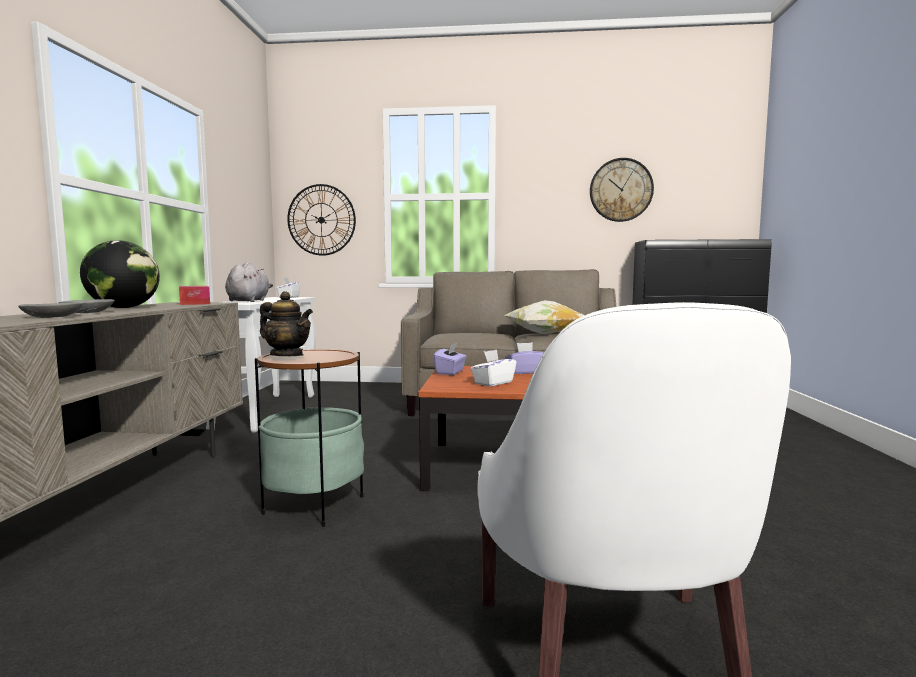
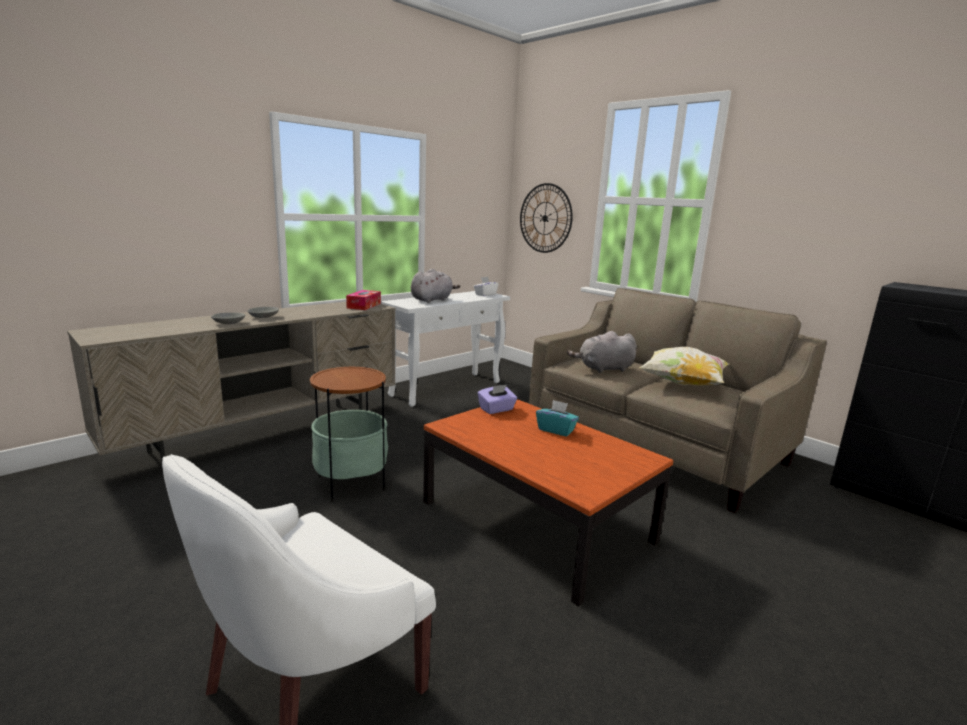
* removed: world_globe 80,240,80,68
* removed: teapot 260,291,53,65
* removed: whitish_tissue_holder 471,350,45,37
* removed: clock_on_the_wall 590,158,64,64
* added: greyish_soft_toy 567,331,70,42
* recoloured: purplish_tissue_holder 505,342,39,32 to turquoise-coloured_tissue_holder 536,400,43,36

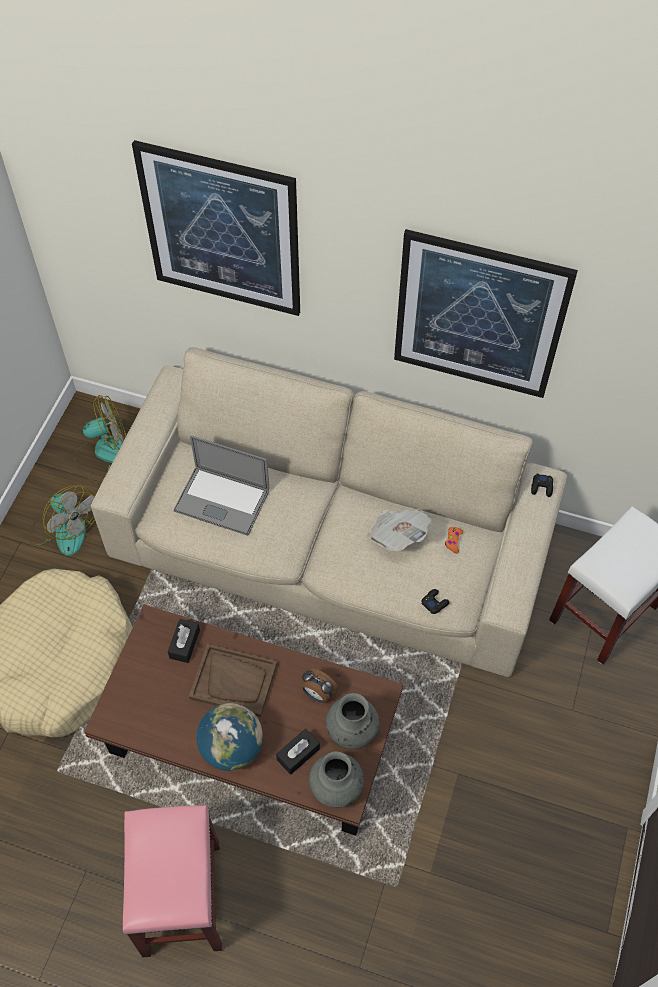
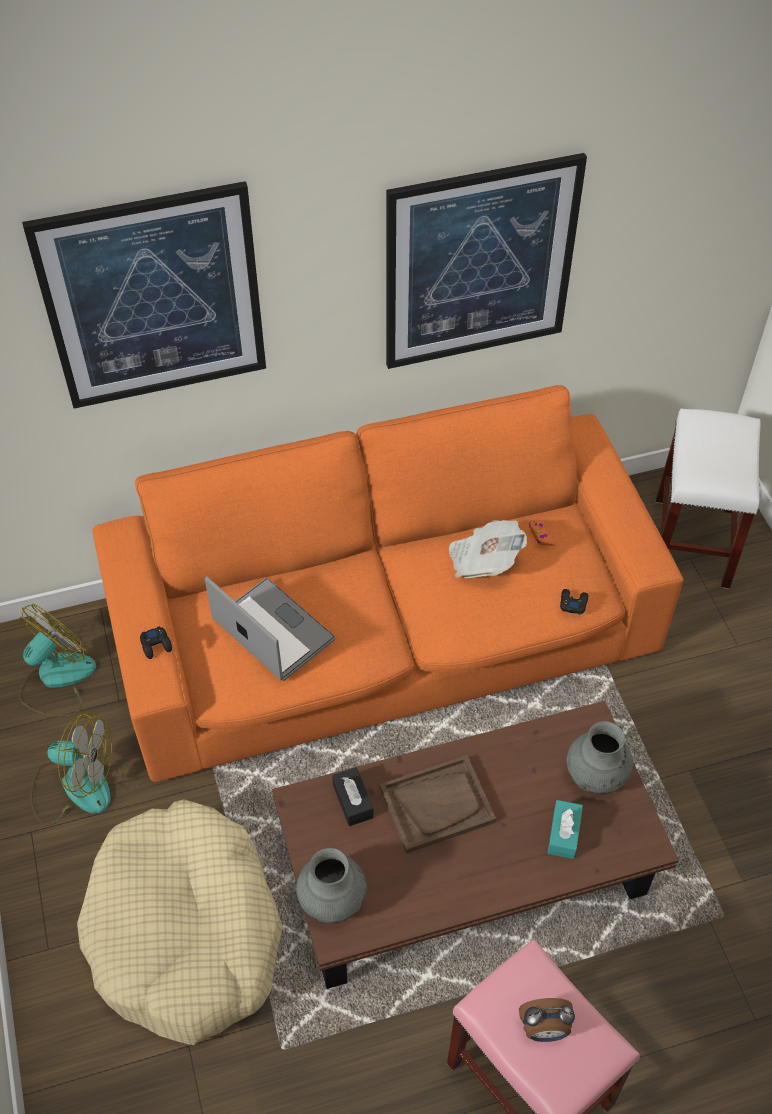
* removed: world_globe 197,703,66,68
* moved: bedside_clock 301,668,38,35 to 519,998,56,44
* moved: greyish_vase 309,751,55,57 to 296,848,71,75
* moved: blackish_joypad 531,474,22,23 to 140,626,32,33
* recoloured: beige_couch 91,347,476,330 to orangey_couch 92,385,592,397
* recoloured: blackish_tissue_holder 276,728,44,47 to turquoise-coloured_tissue_holder 548,800,35,59
* turned: portable_computer 174,435,95,101 = 205,576,131,105 120 degrees counterclockwise

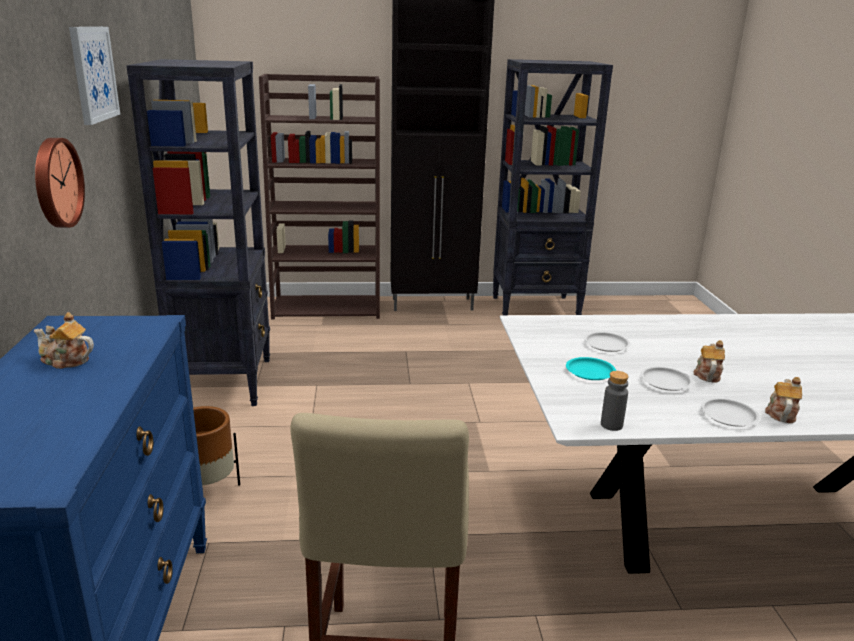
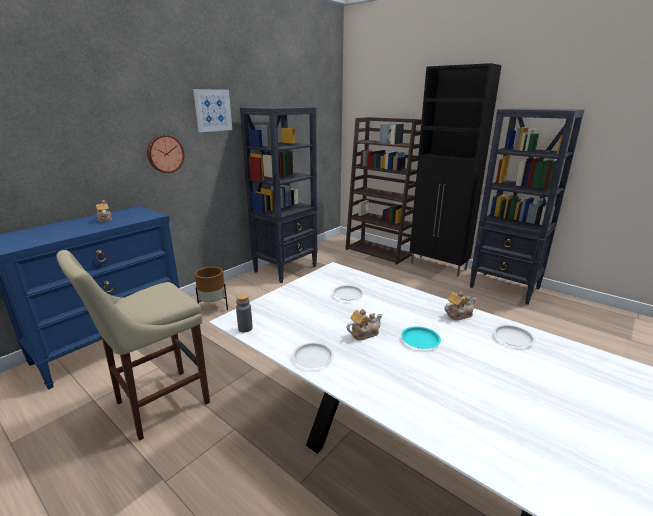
* moved: turquoise-coloured_dinner_plate 566,357,50,23 to 401,326,40,23
* moved: whitish_dinner_plate 640,367,53,24 to 493,325,42,22
* moved: teapot 765,377,37,46 to 444,291,33,29

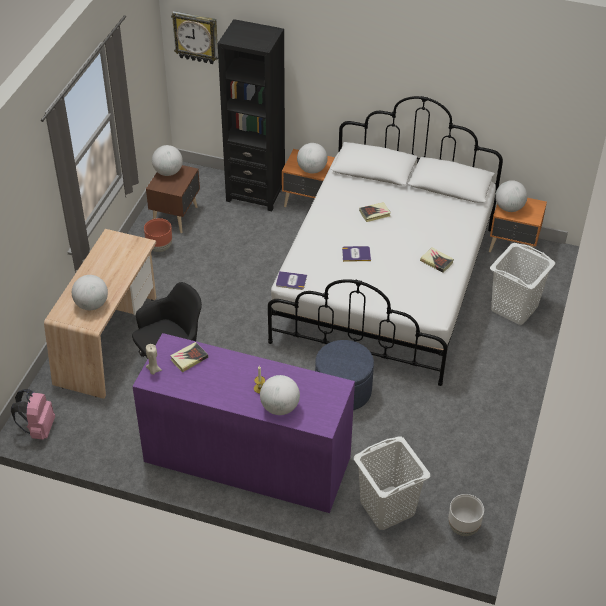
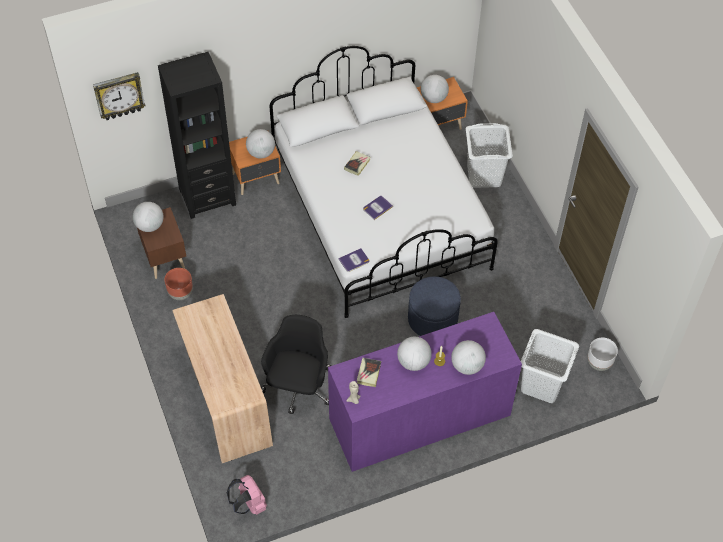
* removed: book 420,247,34,26
* moved: world_globe 72,275,36,35 to 397,337,35,34

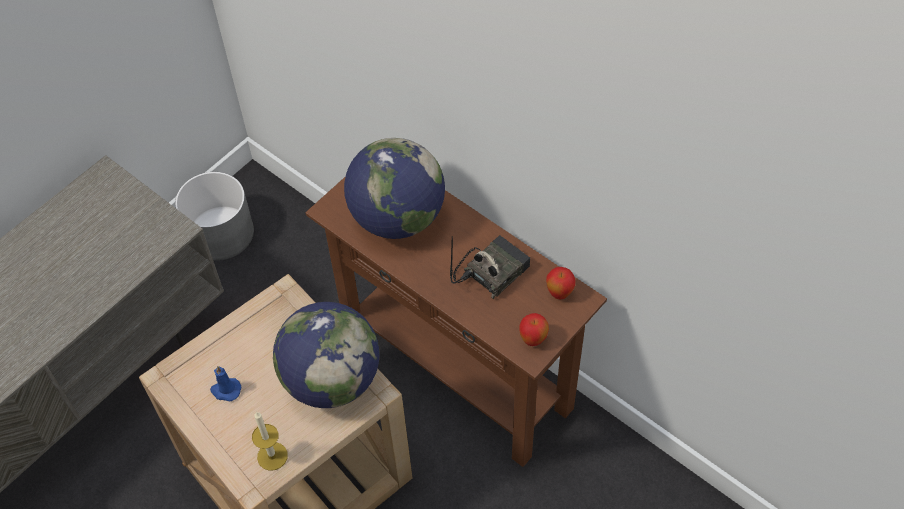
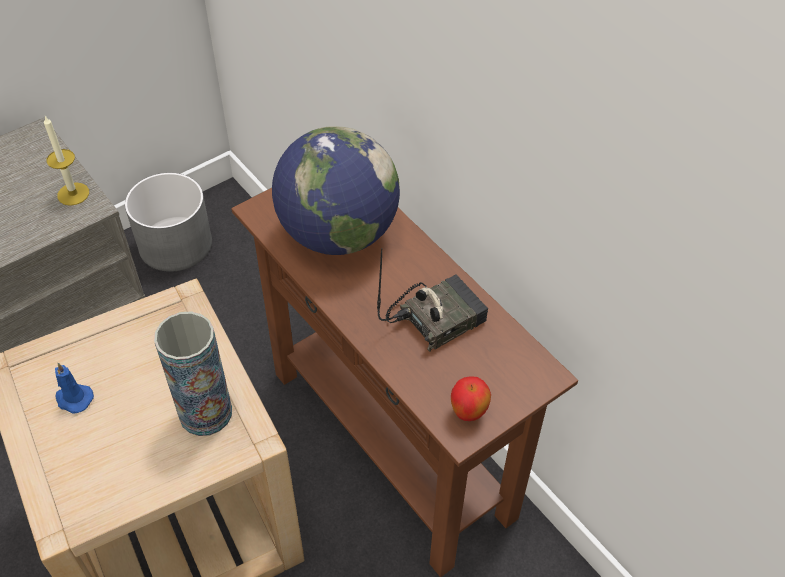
* removed: whole_apple 546,267,30,32
* moved: candle 252,412,36,59 to 44,116,45,90
* replaced: world_globe 273,302,106,106 to vase 154,311,78,125

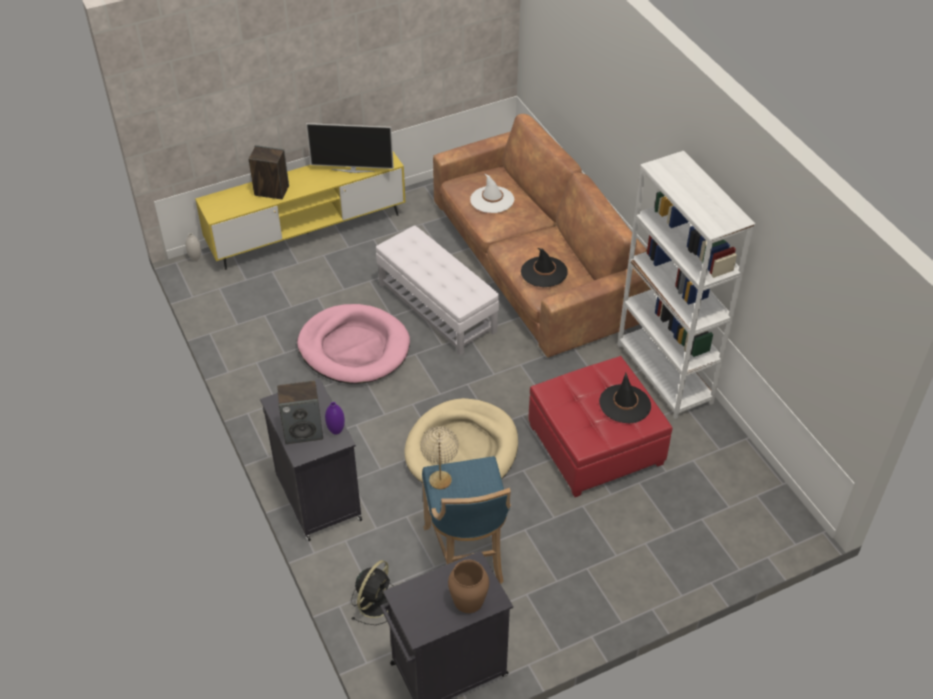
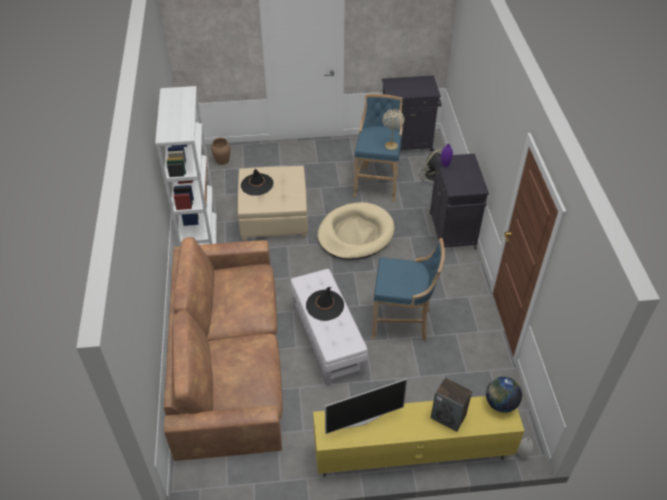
* removed: audio_speaker 277,380,46,64
* removed: whitish_clothing_hat 470,174,44,39
* added: world_globe 486,377,36,36
* moved: brownish_vase 448,560,41,53 to 211,138,19,27
* moved: blackish_clothing_hat 521,248,47,39 to 306,287,38,34
* replaced: pink_dog_bed 297,304,113,80 to blue_stool 371,238,74,103
* recoloured: reddish_footrest 528,356,145,141 to beige_footrest 238,166,70,75
* turned: TV_set 306,123,88,50 = 325,379,83,55 135 degrees clockwise

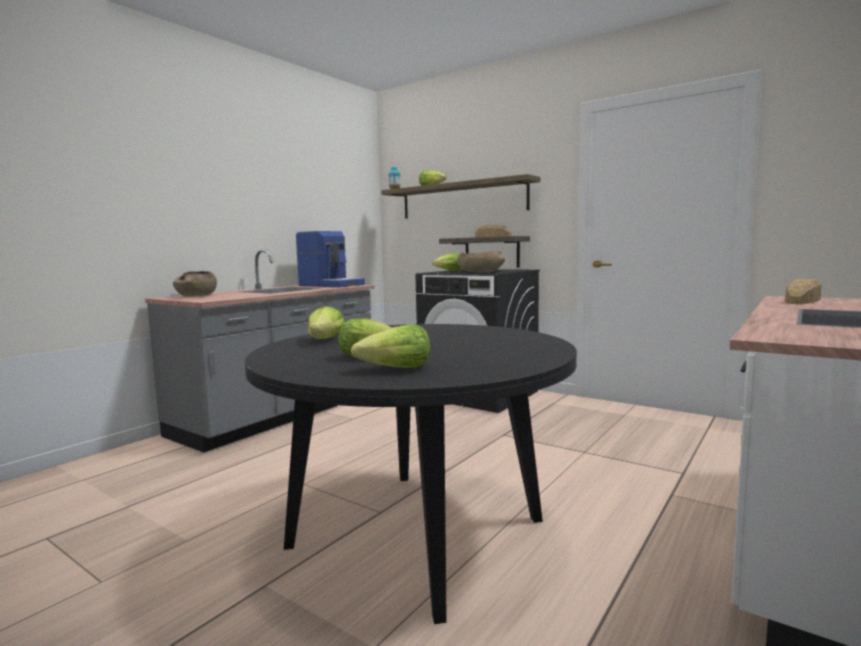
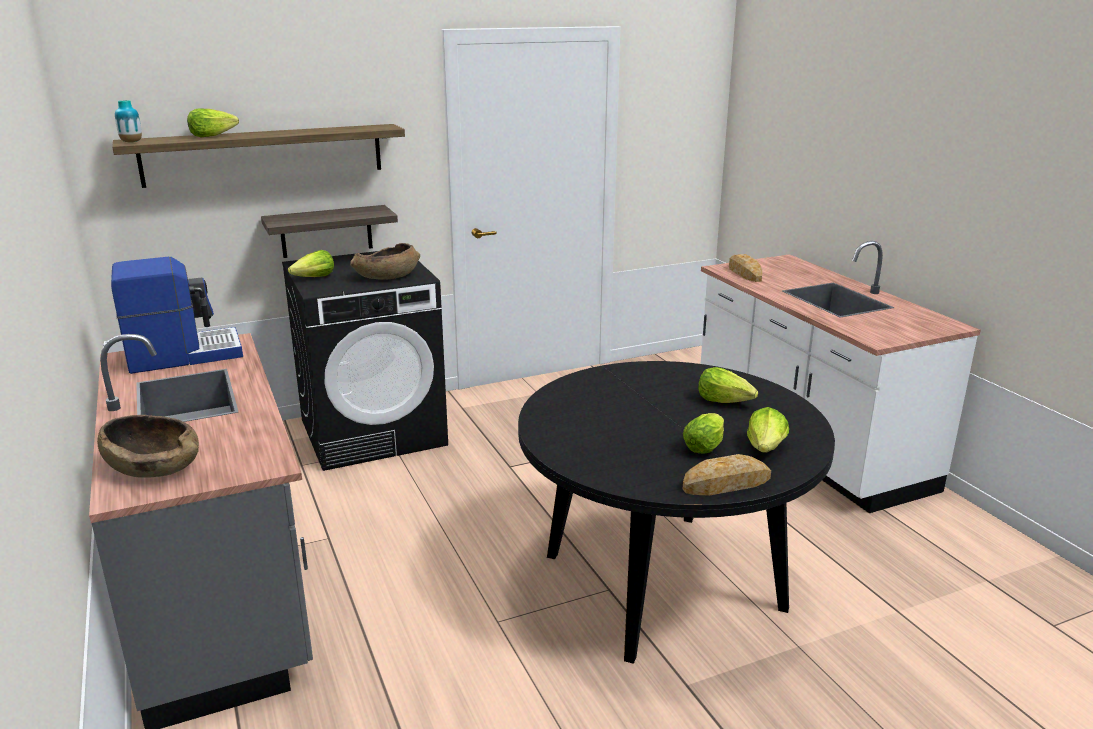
* moved: lettuce_head 308,306,37,33 to 698,367,60,36
* moved: bakery_bread 475,225,36,12 to 682,454,89,42

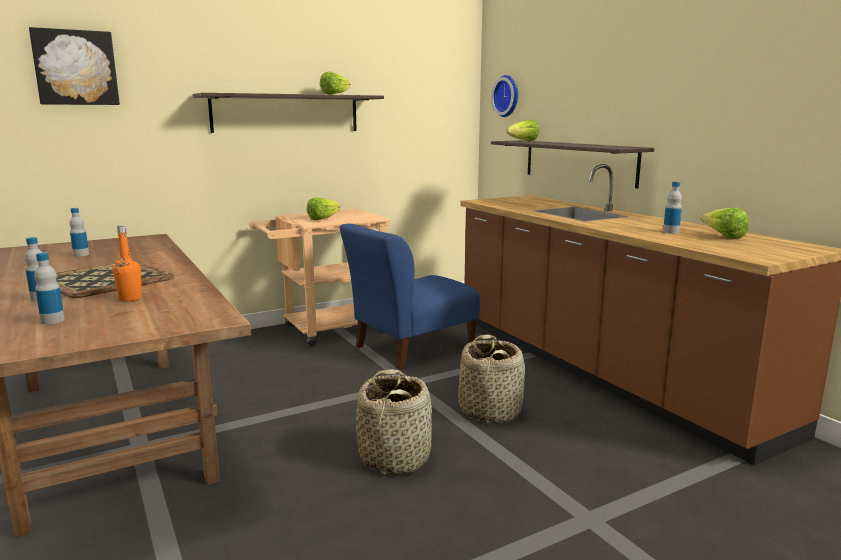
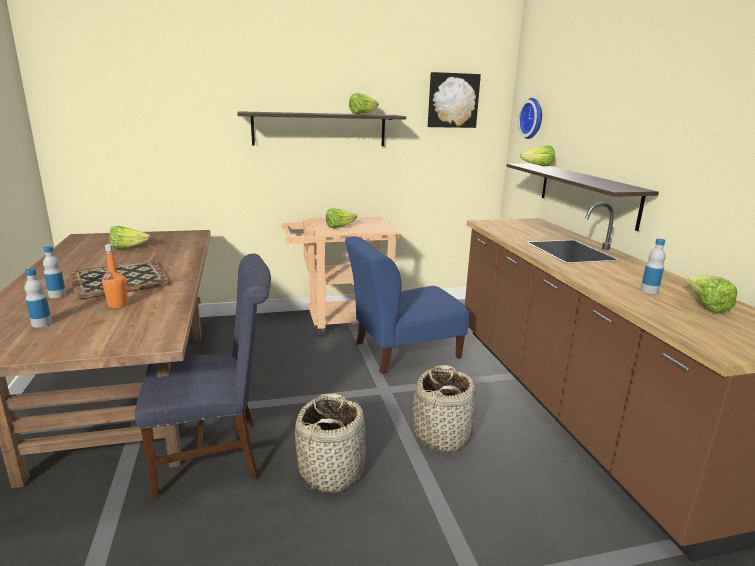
* added: blue_upright_chair 135,253,136,246
* moved: picture 29,27,91,78 to 428,72,53,56
* replaced: bottle 69,208,20,49 to lettuce_head 109,226,42,23

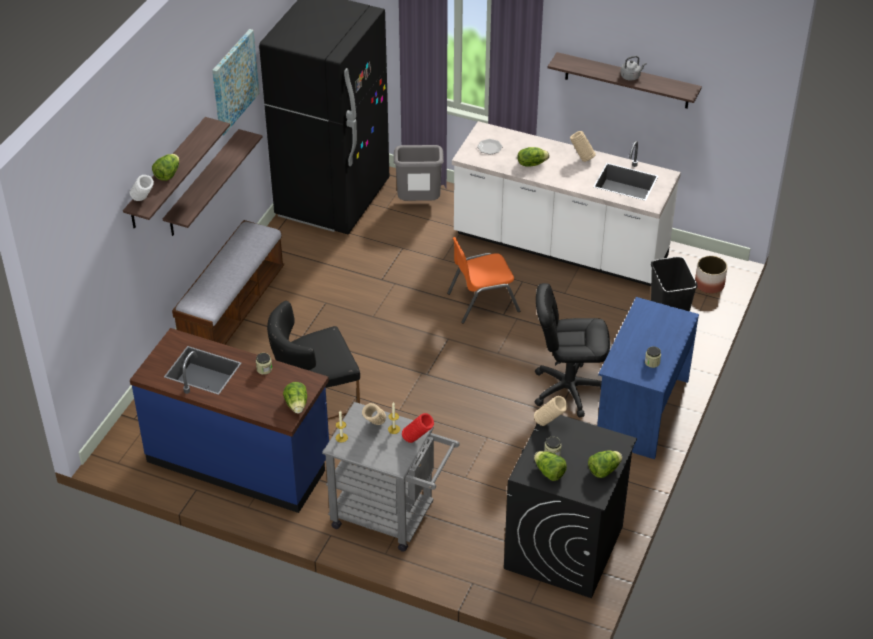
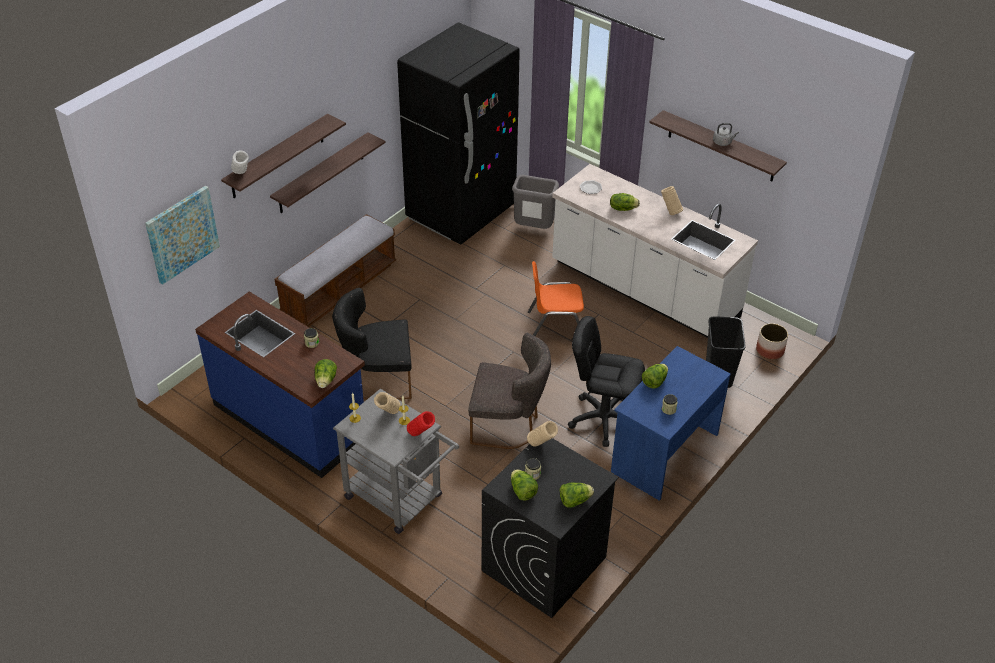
* added: greyish_upright_chair 468,333,83,116
* moved: lettuce_head 152,154,27,27 to 642,364,26,24
* moved: picture 212,29,47,107 to 145,186,75,99

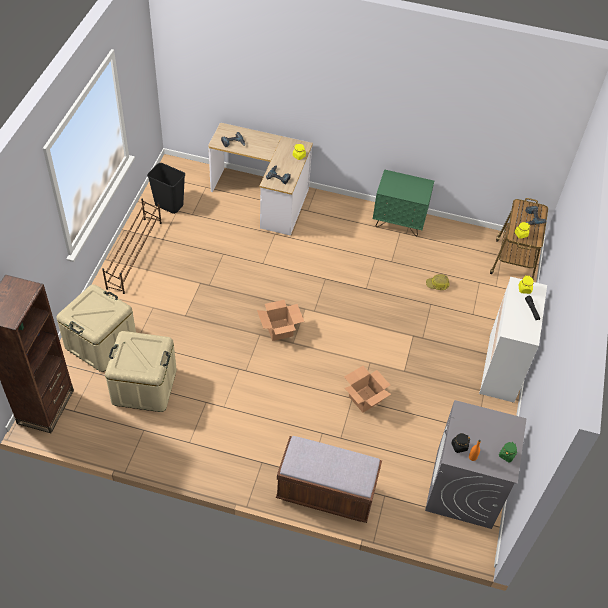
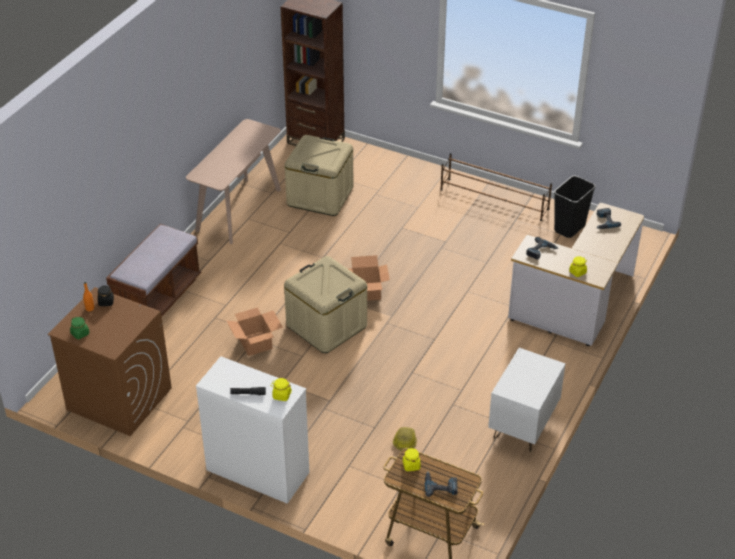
* added: beige_console_table 186,119,95,125
* moved: beige_storage_bin 57,284,79,88 to 284,256,83,97
* recoloured: greenish_night_table 373,169,61,67 to whitish_night_table 488,348,77,104
* recoloured: greyish_laundry_machine 425,400,102,129 to brownish_laundry_machine 48,287,124,149

